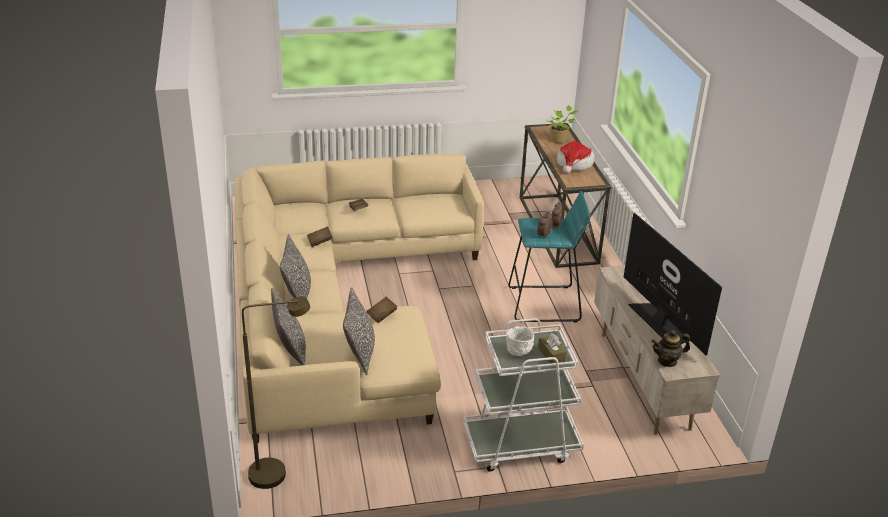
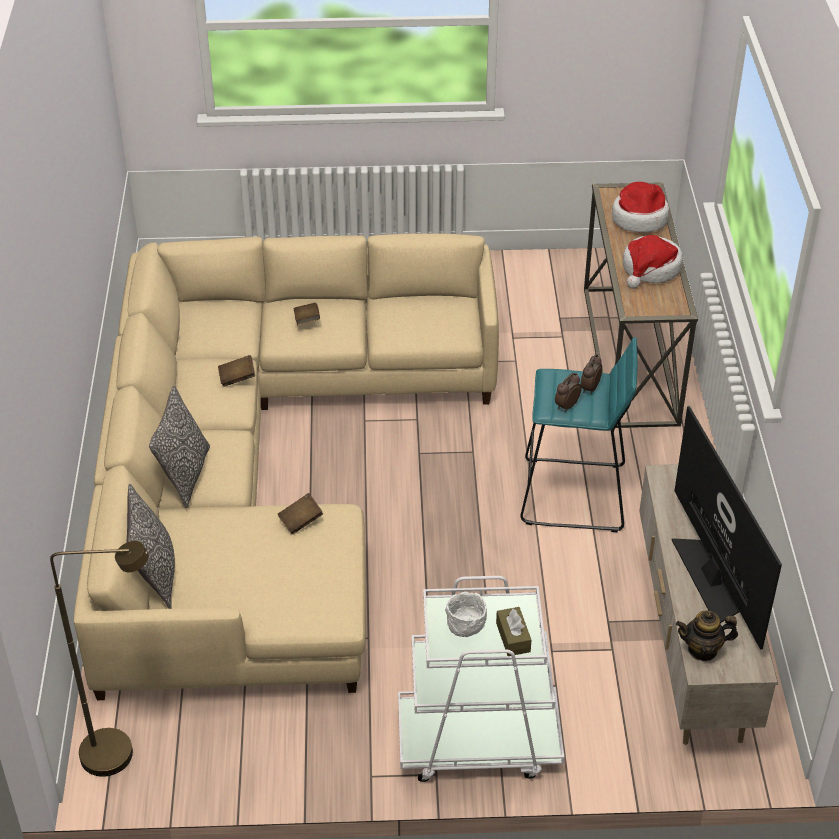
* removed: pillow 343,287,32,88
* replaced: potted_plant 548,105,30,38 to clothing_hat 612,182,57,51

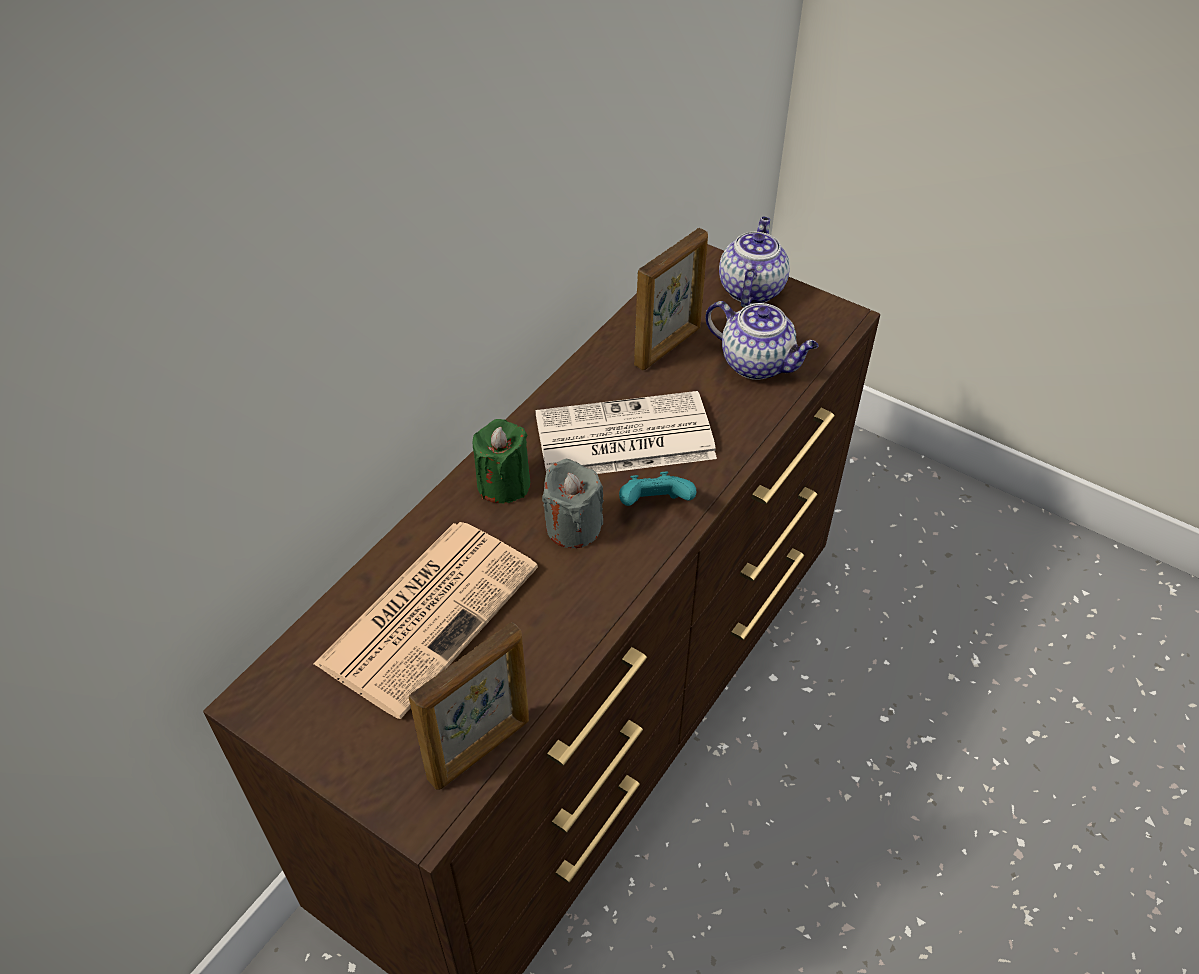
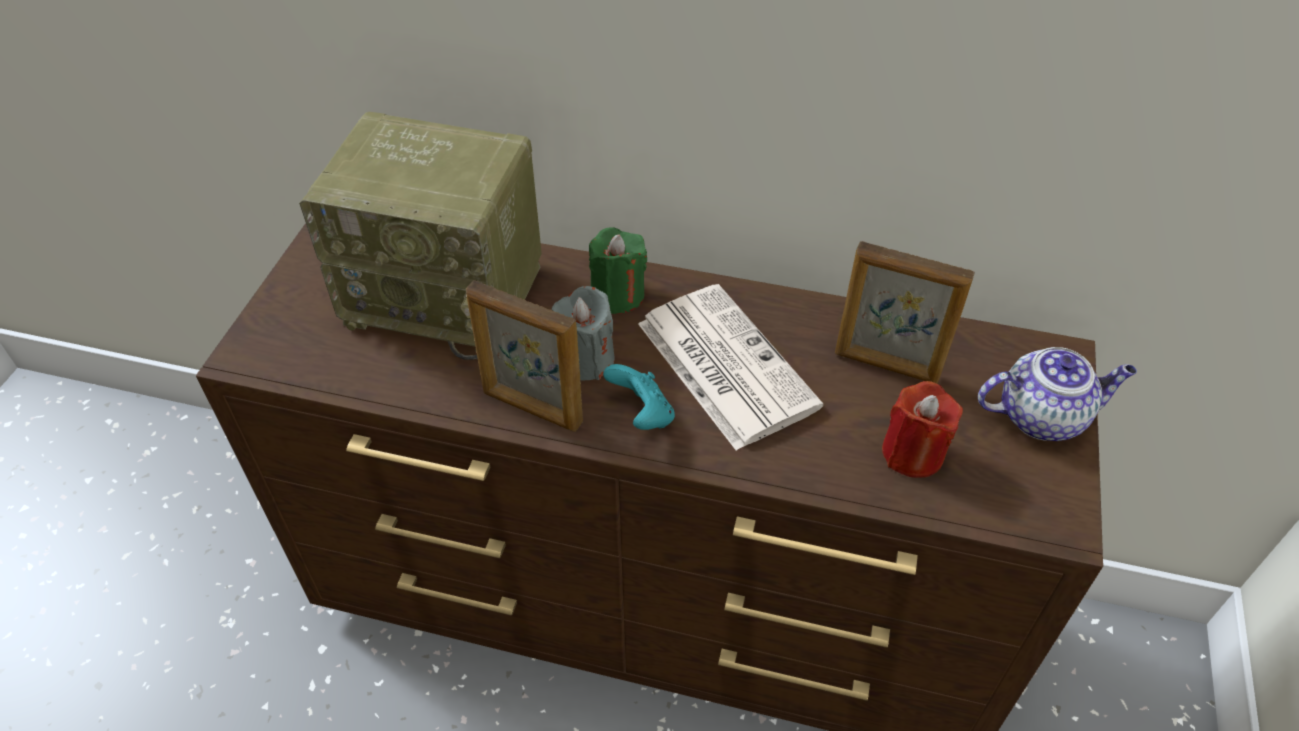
* moved: photo_frame 409,622,120,168 to 466,280,117,151
* replaced: printed_paper 314,522,224,197 to radio_receiver 299,112,243,248
* replaced: teapot 706,301,113,79 to reddish_candle 882,381,81,97

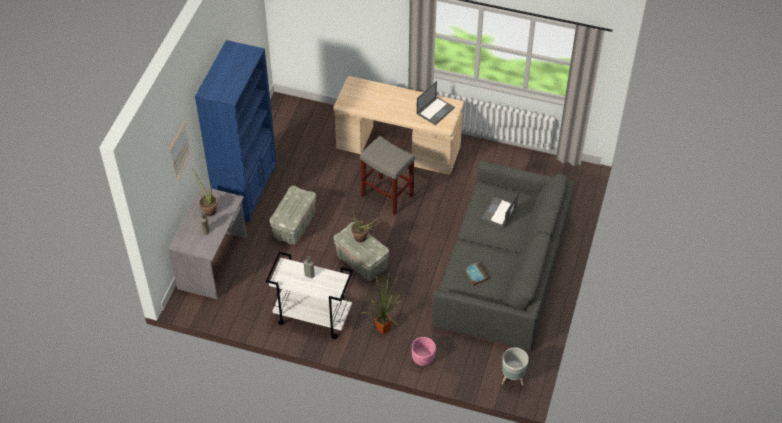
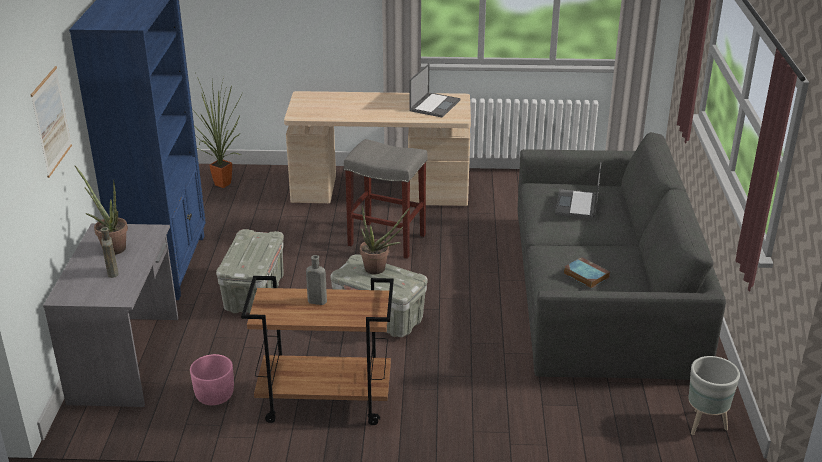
* moved: potted_plant 361,273,43,62 to 192,77,49,111
* moved: pink_planter 412,337,24,29 to 190,354,44,51
* recoloured: whitish_wheeled_cart 266,252,87,87 to brownish_wheeled_cart 241,276,153,149

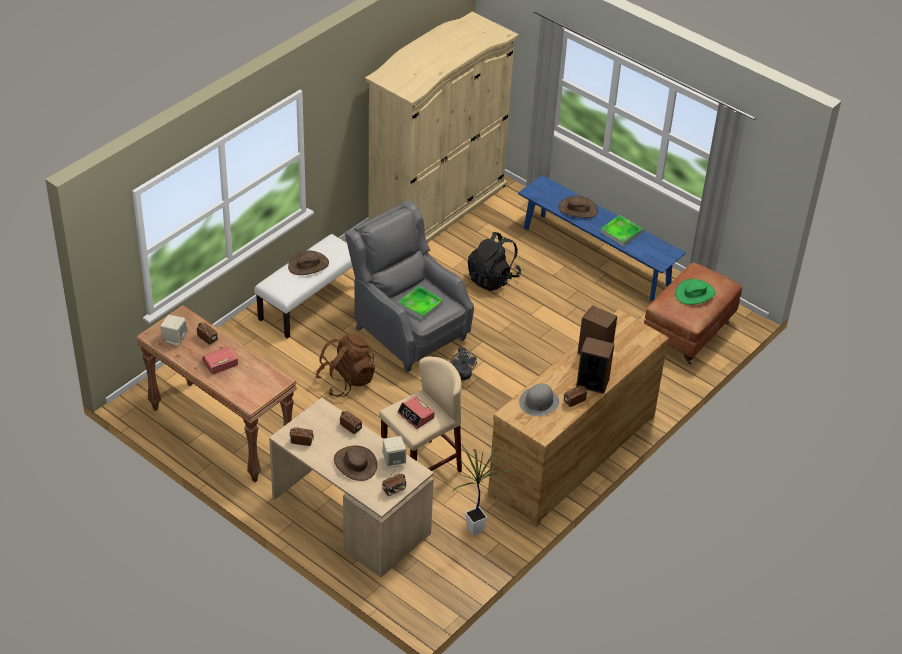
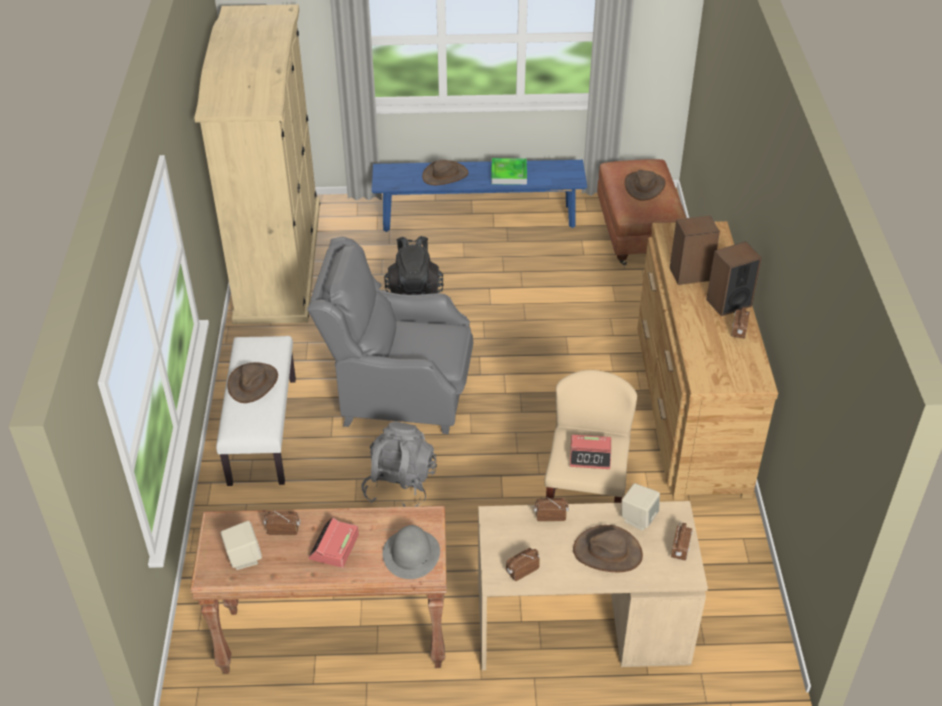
* removed: tray 398,286,45,35
* removed: greyish_fan 450,347,27,33
* removed: potted_plant 453,444,61,92
* moved: greyish_clothing_hat 519,384,40,32 to 383,525,57,54
* recoloured: brownish_backpack 316,333,59,64 to greyish_backpack 362,421,75,86
* recoloured: greenish_clothing_hat 675,279,40,26 to brownish_clothing_hat 624,170,42,31

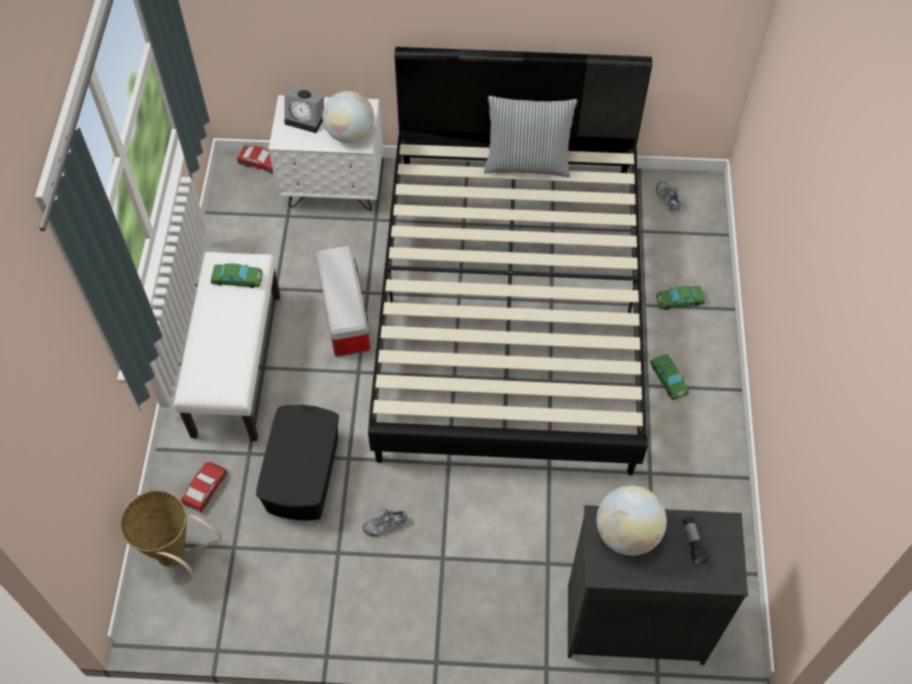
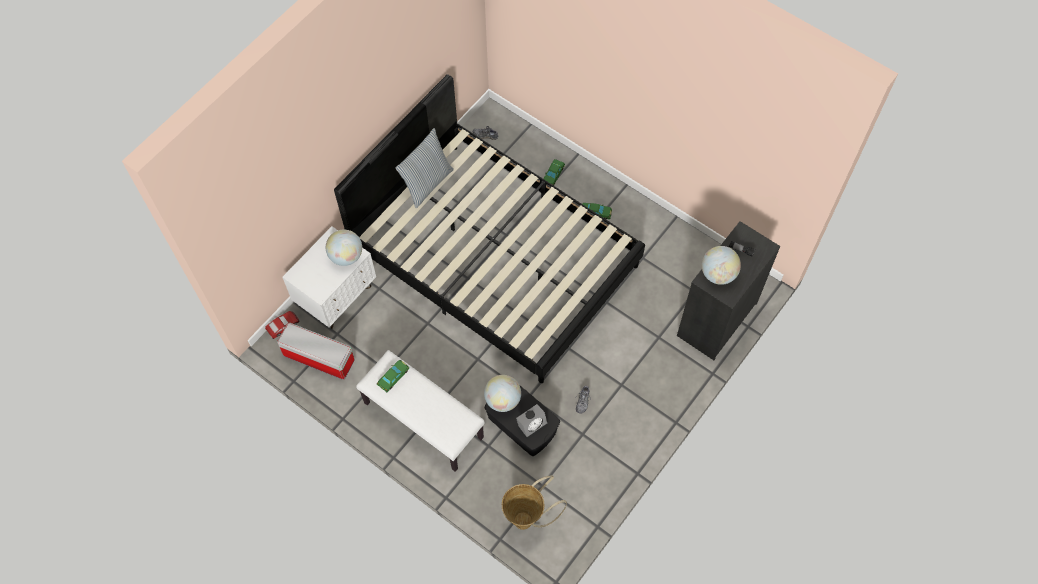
* removed: toy_car 181,462,46,50
* added: world_globe 484,375,37,37
* moved: bedside_clock 284,87,40,46 to 516,404,32,36
* moved: storage_bin 316,245,54,112 to 277,323,78,57

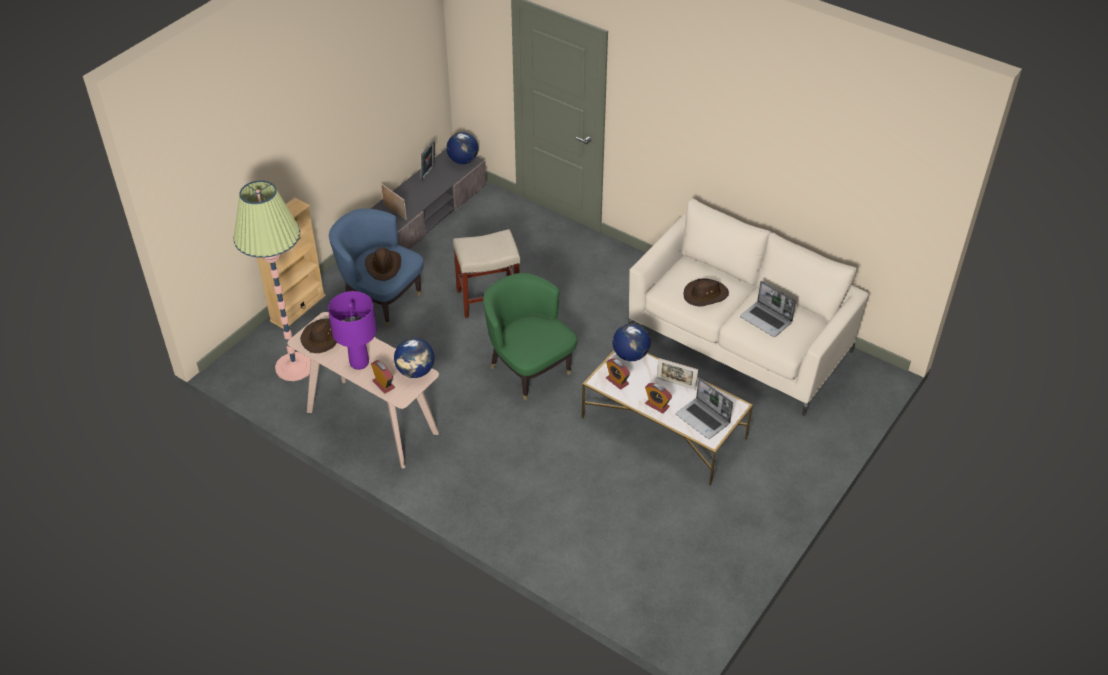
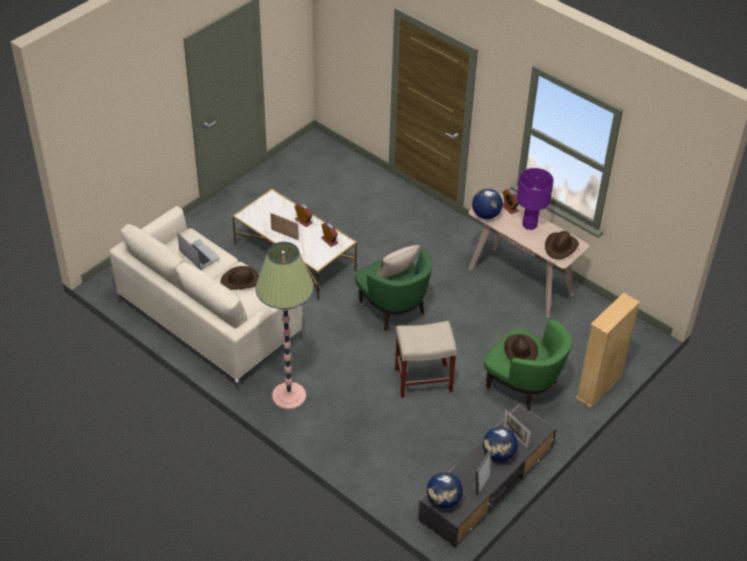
* removed: portable_computer 675,378,58,61
* added: beige_pillow 377,245,43,33
* moved: standing_lamp 233,181,78,200 to 256,242,58,167
* moved: world_globe 612,323,39,38 to 483,427,35,35
* recoloured: blue_lounge_chair 329,208,95,118 to greenish_lounge_chair 484,319,88,92

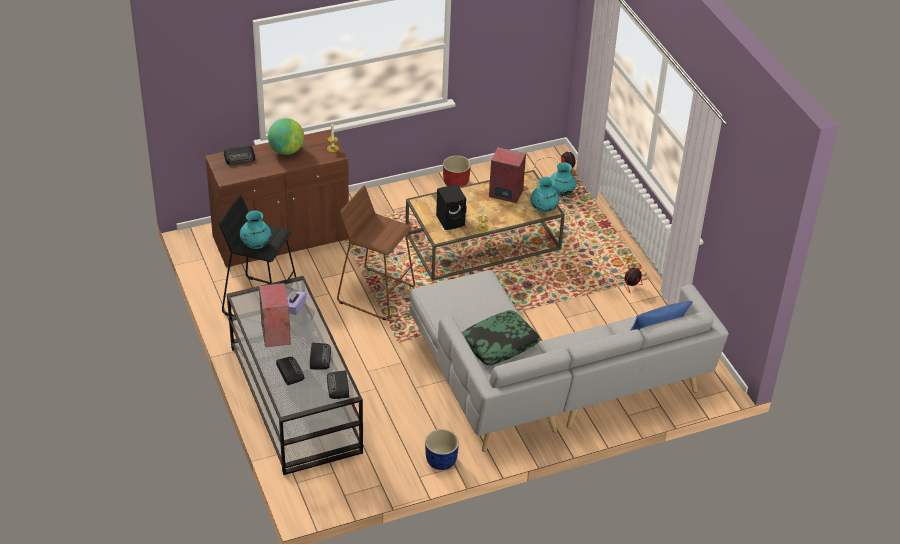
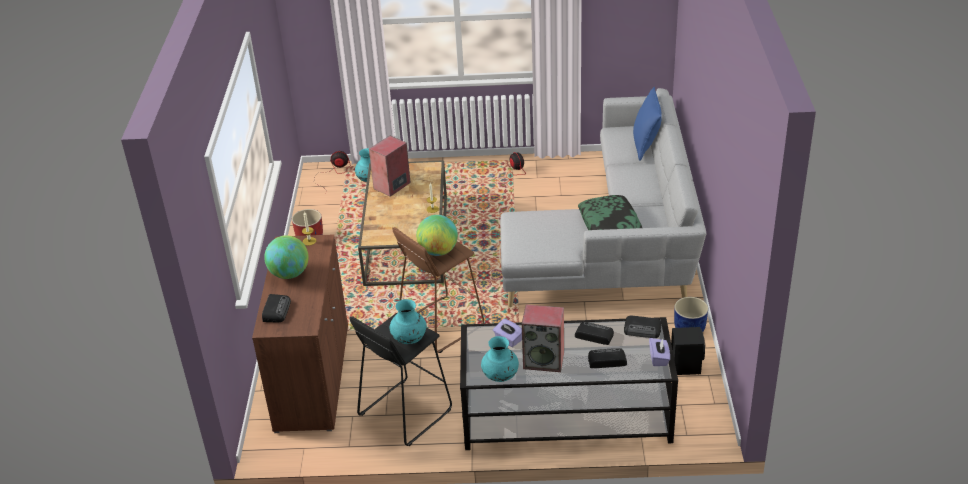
* added: world_globe 416,215,42,41
* added: purplish_tissue_holder 649,338,21,28
* moved: blackish_audio_speaker 436,184,31,46 to 671,327,34,48
* moved: turquoise-coloured_vase 530,177,29,36 to 481,336,38,46

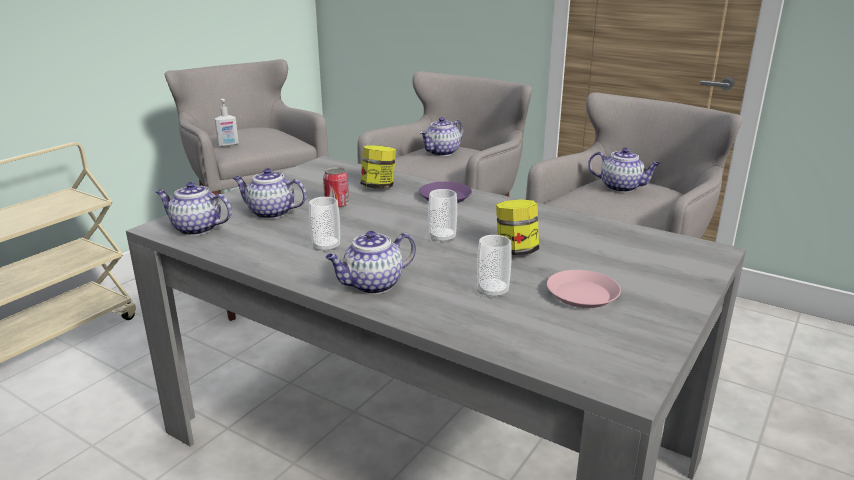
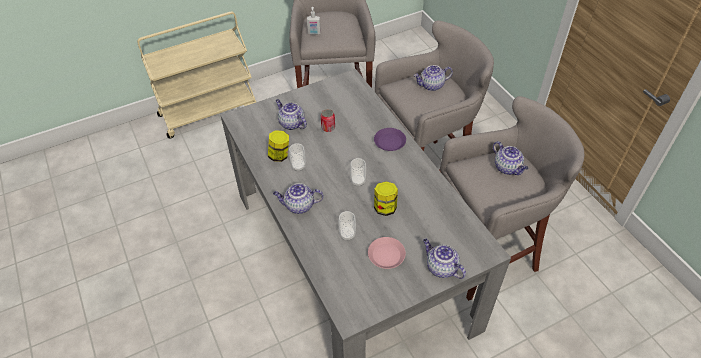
* moved: teapot 156,182,76,54 to 423,239,43,40
* moved: storage_jar 360,145,36,44 to 268,130,21,32

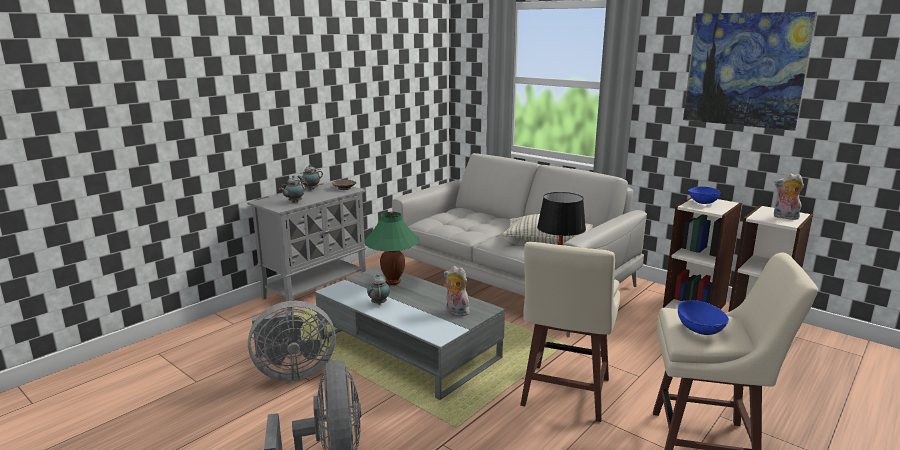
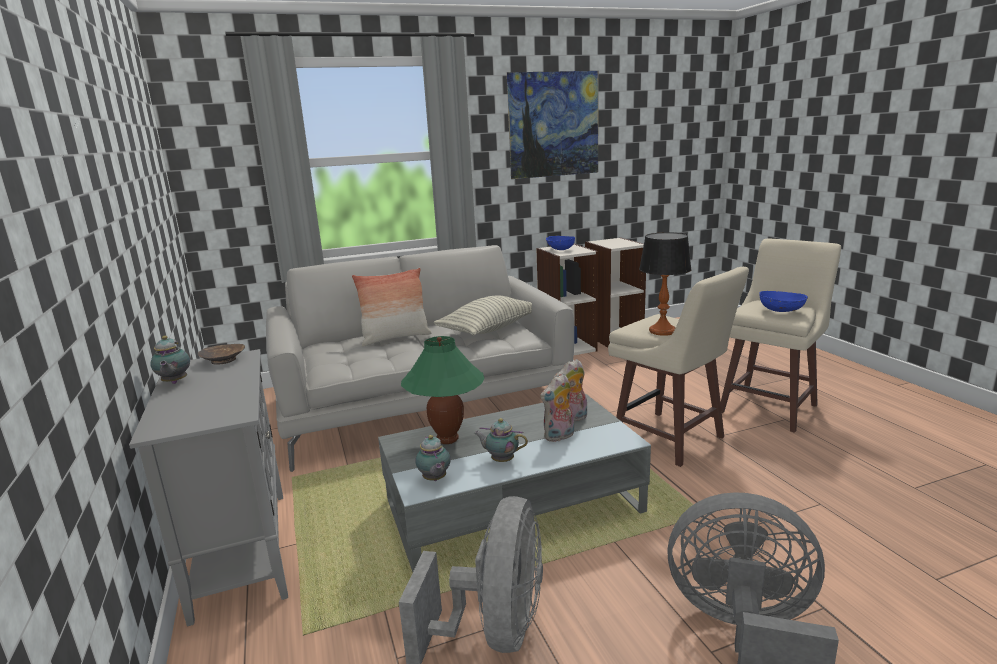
* added: pillow 352,268,79,79
* moved: teapot 279,175,29,28 to 415,435,36,46
* moved: soft_toy 774,173,30,47 to 540,374,34,68

